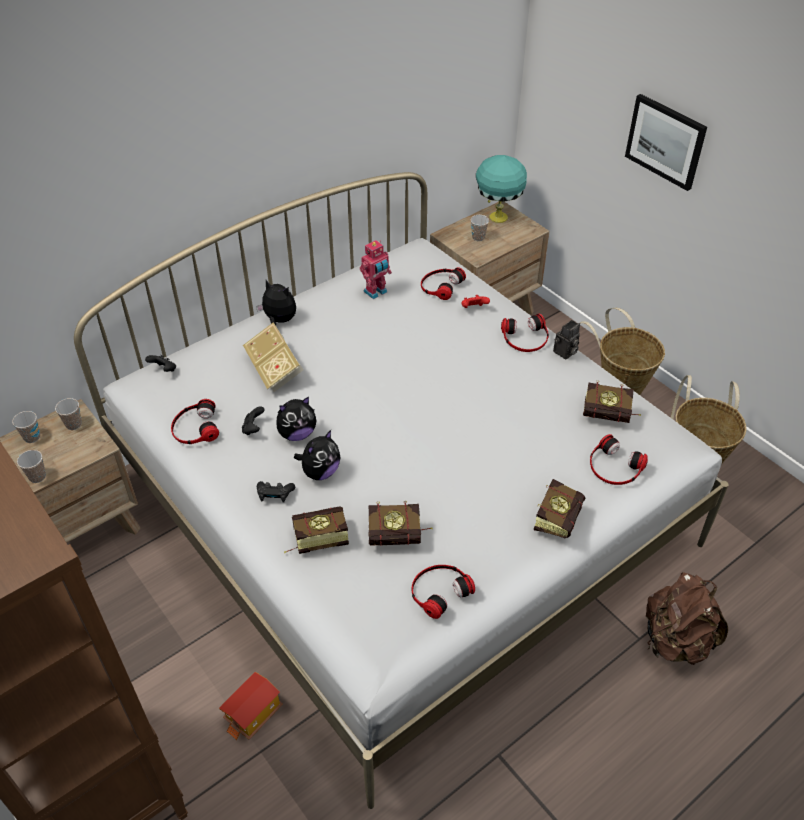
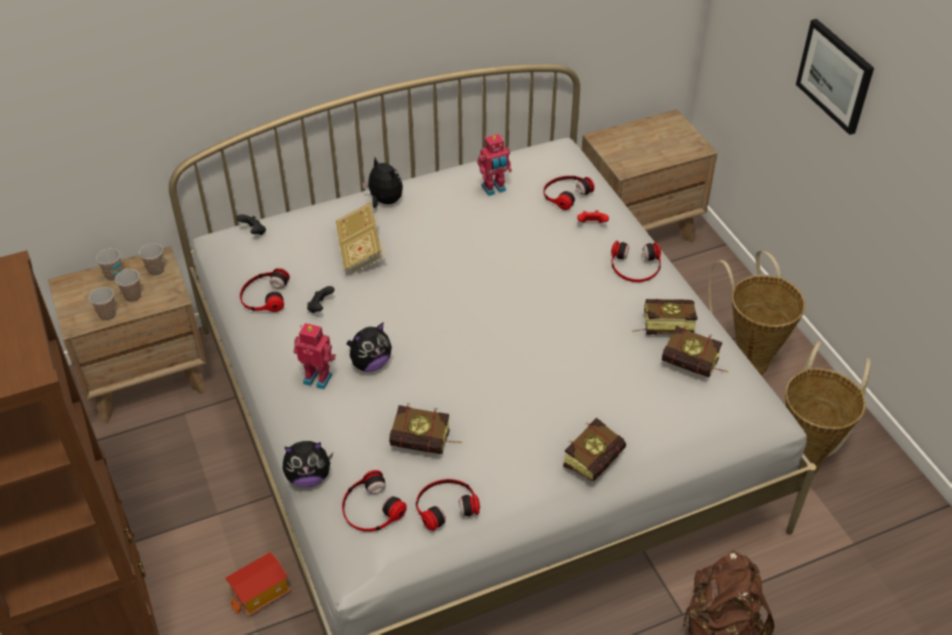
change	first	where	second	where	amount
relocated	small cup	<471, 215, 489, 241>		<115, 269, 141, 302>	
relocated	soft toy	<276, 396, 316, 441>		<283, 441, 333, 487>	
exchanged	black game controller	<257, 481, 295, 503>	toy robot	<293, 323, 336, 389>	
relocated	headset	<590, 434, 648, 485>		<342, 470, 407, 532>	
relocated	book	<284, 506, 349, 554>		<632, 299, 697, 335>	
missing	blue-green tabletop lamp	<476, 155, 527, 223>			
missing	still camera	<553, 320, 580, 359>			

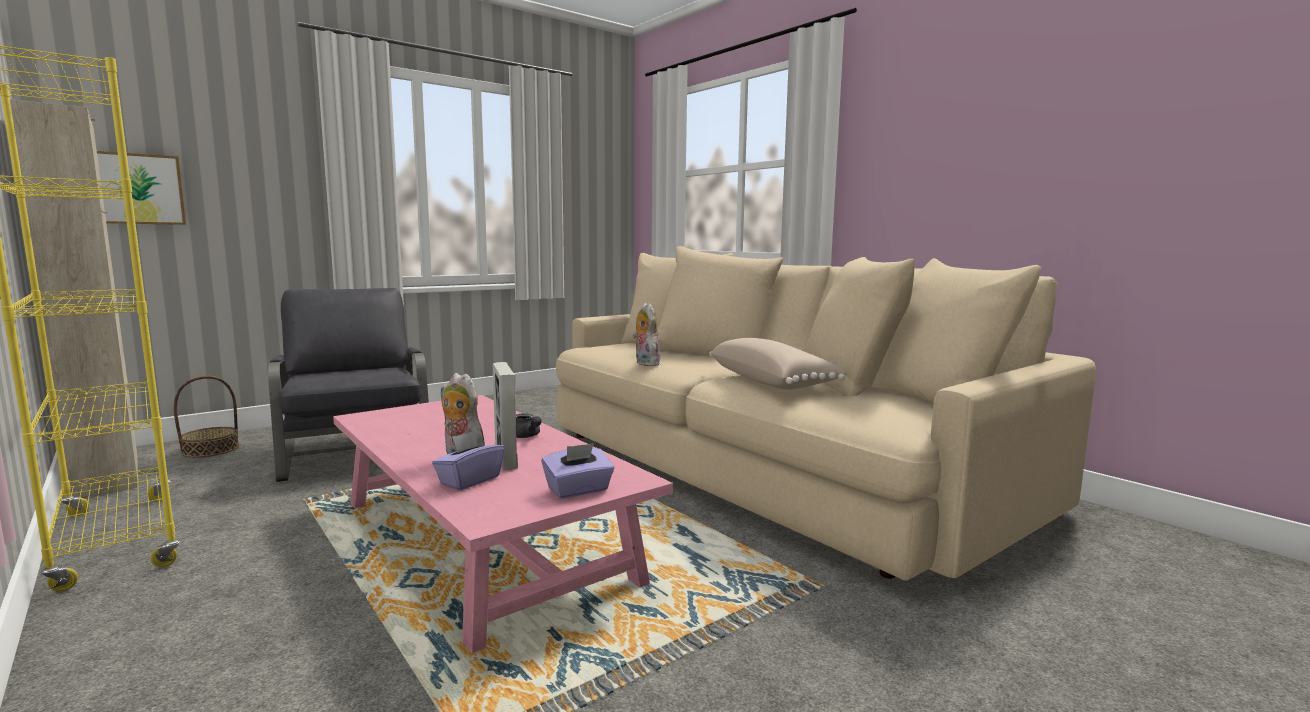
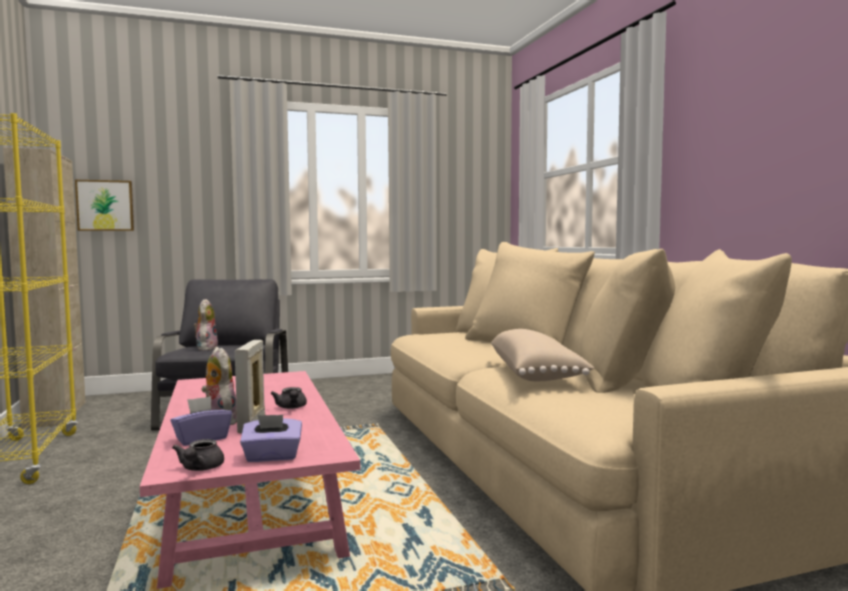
change	first	where	second	where	amount
appeared			grey tea pot	<172, 439, 224, 471>	
relocated	soft toy	<633, 303, 660, 366>		<193, 299, 218, 351>	
missing	household basket	<174, 376, 239, 458>			

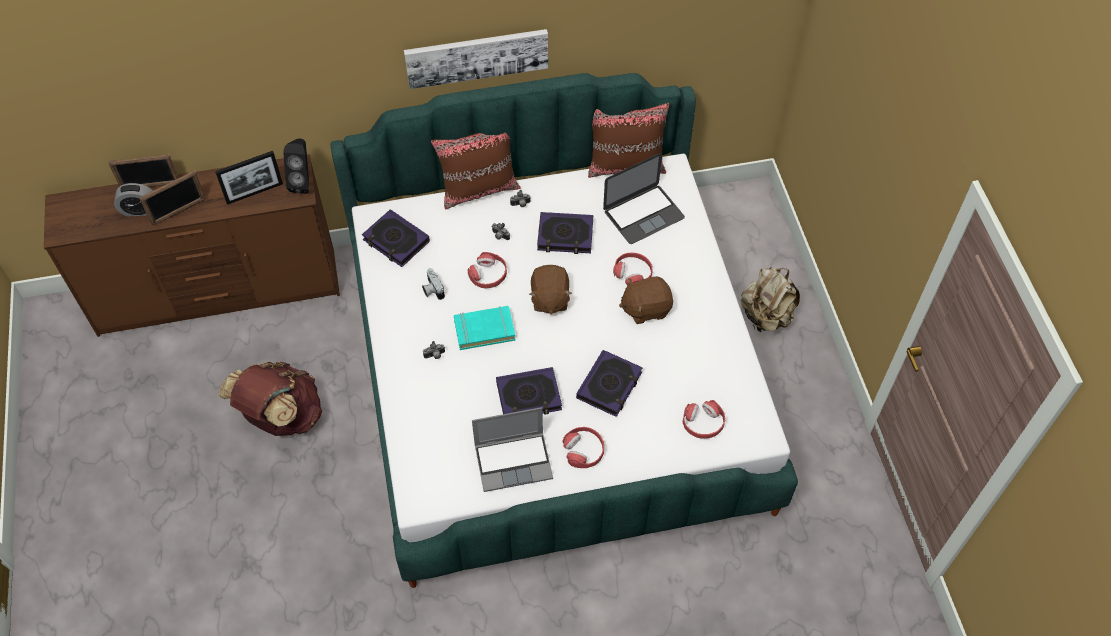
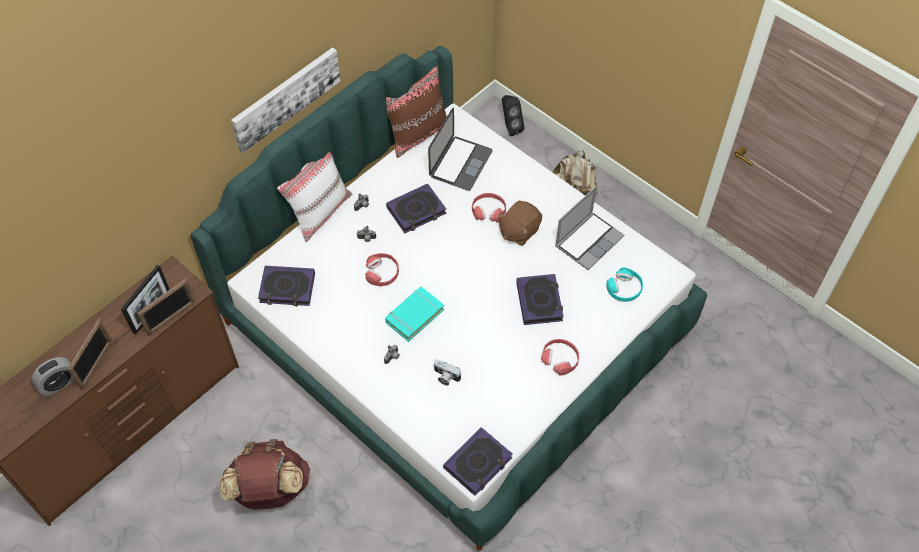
change	first	where	second	where	amount
relocated	photo frame	<108, 154, 179, 187>		<137, 279, 196, 336>	
colour	brown-coloured throw pillow	<431, 133, 521, 210>	white-coloured throw pillow	<277, 152, 352, 242>	
relocated	still camera	<422, 268, 445, 300>		<434, 359, 461, 386>	
relocated	book	<496, 367, 562, 415>		<443, 427, 513, 496>	
relocated	black speaker	<283, 138, 309, 194>		<502, 95, 525, 136>	
relocated	laptop	<472, 407, 553, 492>		<555, 186, 624, 270>	
colour	red headset	<683, 400, 725, 439>	blue-green headset	<606, 267, 643, 302>	
missing	brown-coloured soft toy	<529, 265, 572, 314>			

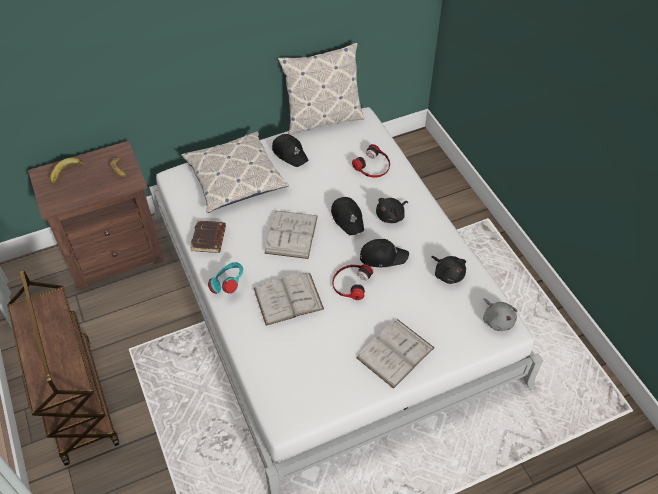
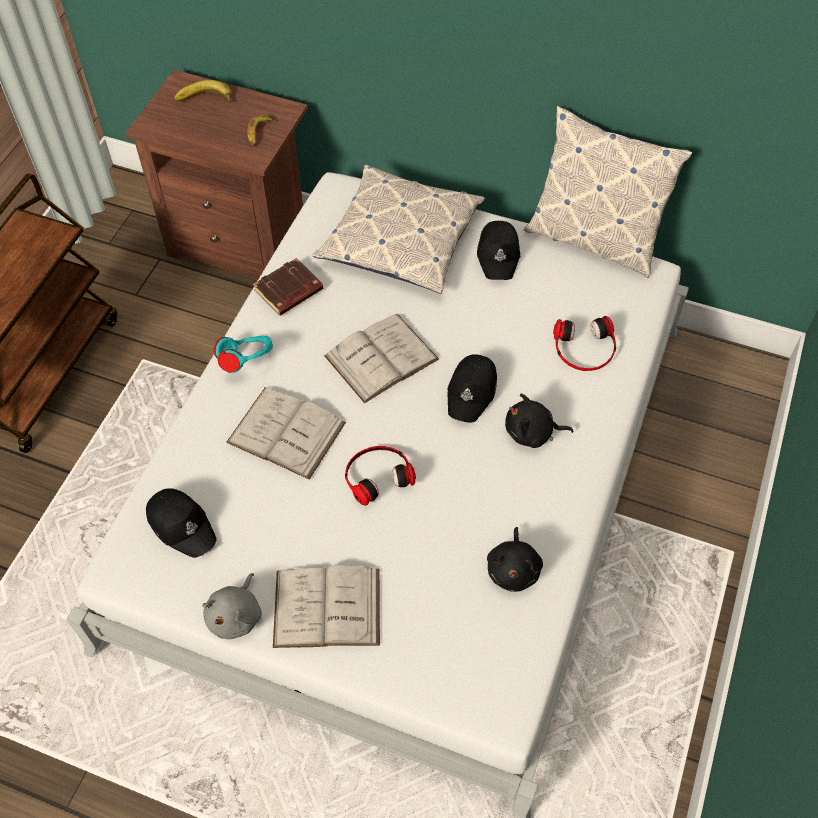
change	first	where	second	where	amount
relocated	black baseball cap	<360, 239, 409, 267>		<146, 488, 217, 558>	
relocated	grey soft toy	<483, 298, 518, 331>		<202, 573, 262, 639>	

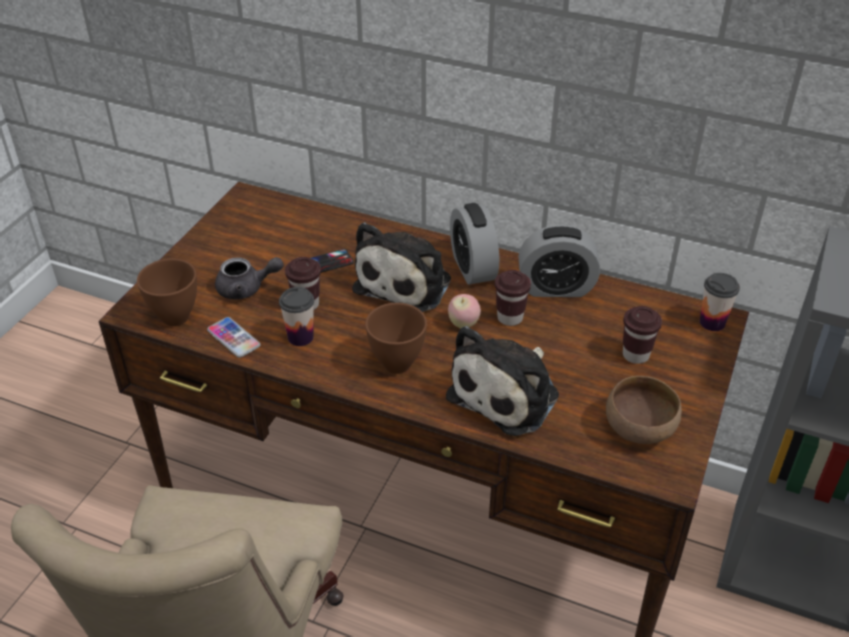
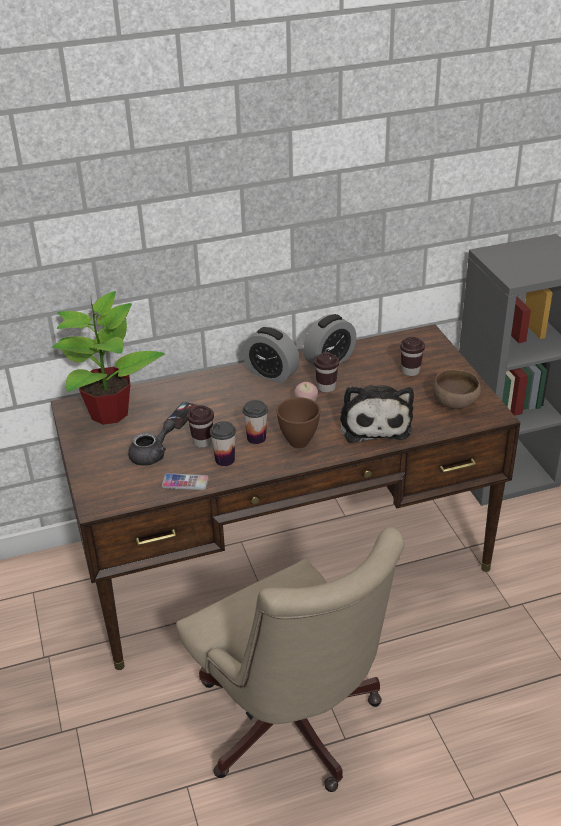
change	first	where	second	where	amount
appeared			potted plant	<52, 291, 165, 425>	
relocated	small cup	<700, 273, 740, 331>		<242, 400, 268, 444>	
missing	brown-coloured serving bowl	<137, 259, 197, 326>			
missing	soft toy	<352, 222, 451, 312>			

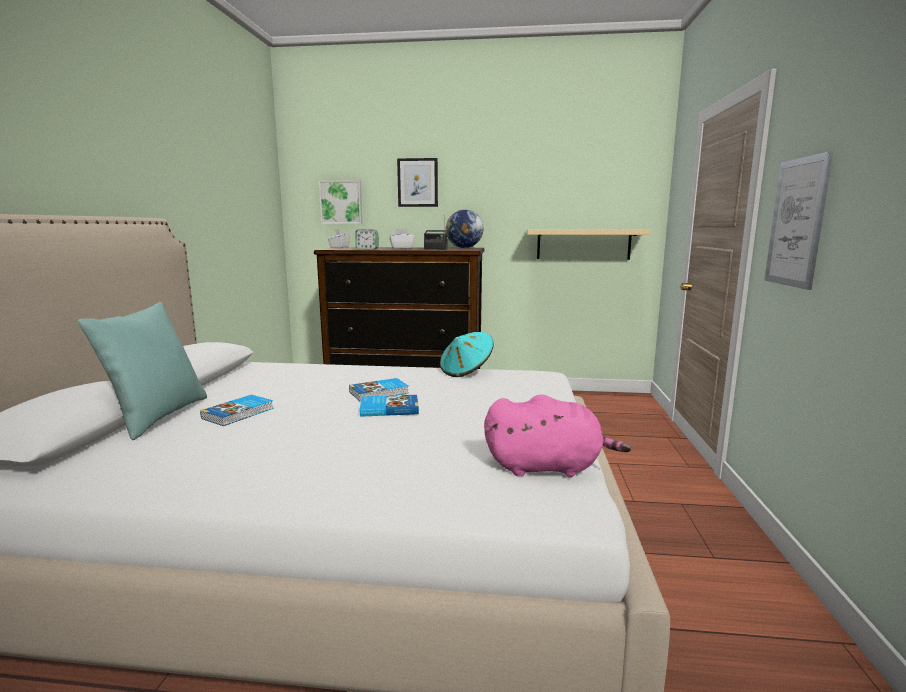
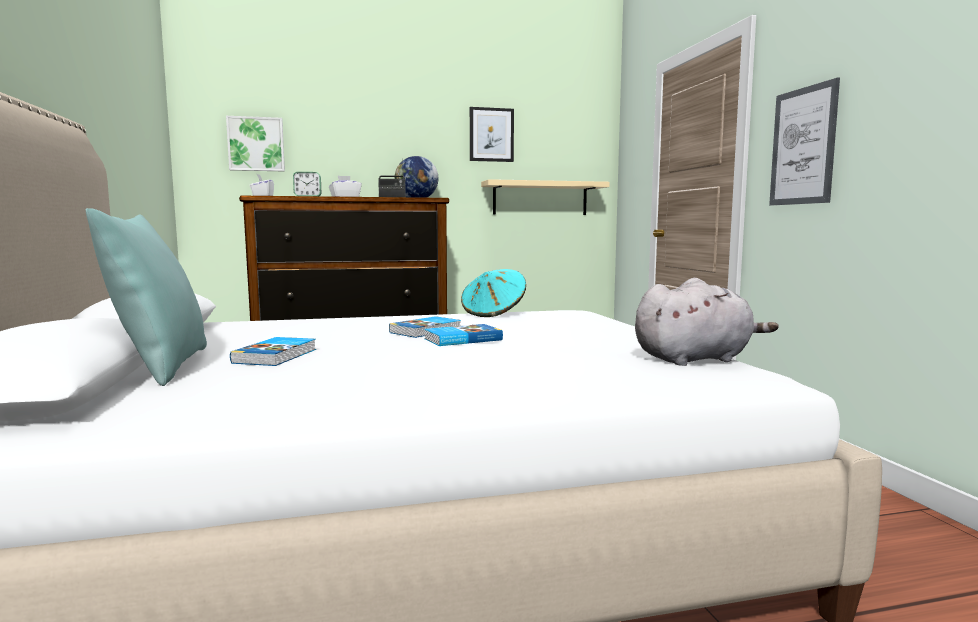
change	first	where	second	where	amount
relocated	picture	<397, 158, 438, 207>		<470, 107, 514, 162>	
colour	pink-coloured soft toy	<484, 394, 631, 477>	grey soft toy	<635, 278, 778, 366>	

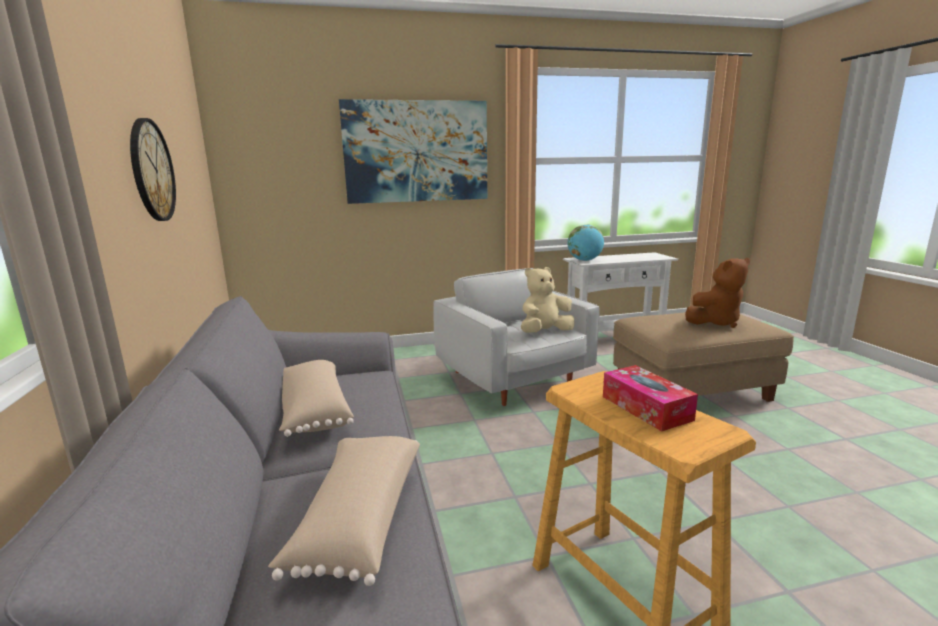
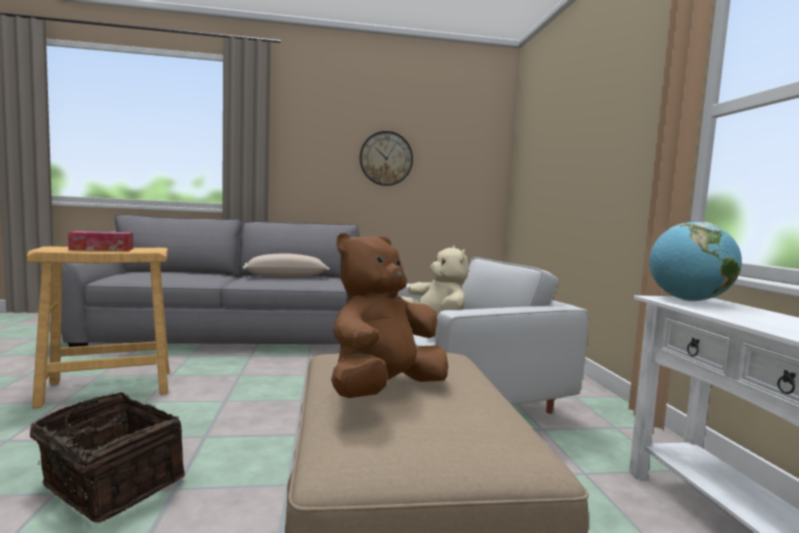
change	first	where	second	where	amount
appeared			household basket	<30, 392, 185, 523>	
spun	brown-coloured soft toy	<685, 258, 750, 328>		<331, 233, 448, 398>	60 degrees clockwise
missing	sand-coloured throw pillow	<268, 436, 420, 586>			
missing	picture	<339, 99, 487, 204>			

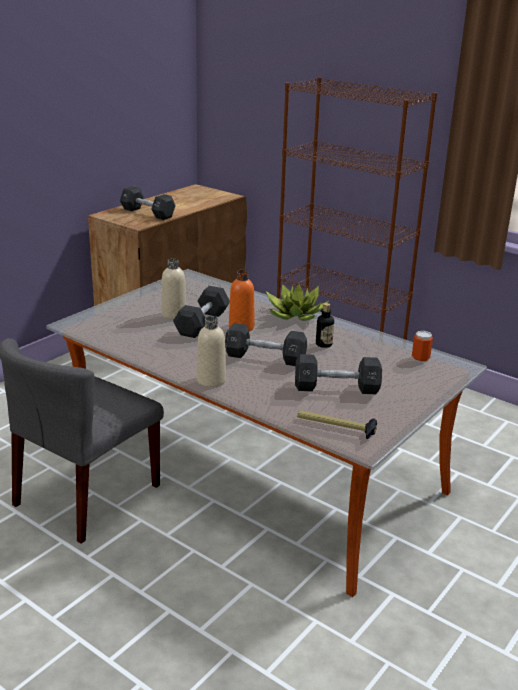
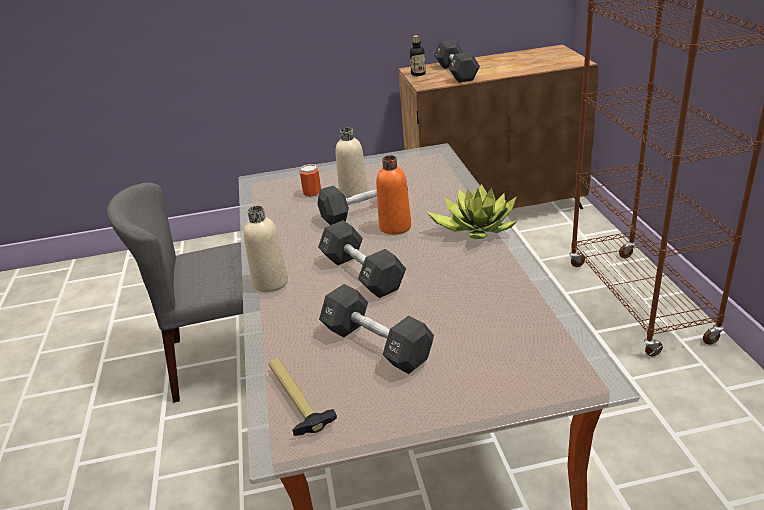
change	first	where	second	where	amount
relocated	metal can	<412, 331, 433, 362>		<300, 164, 321, 197>	
relocated	drink bottle	<316, 303, 334, 348>		<410, 35, 426, 76>	

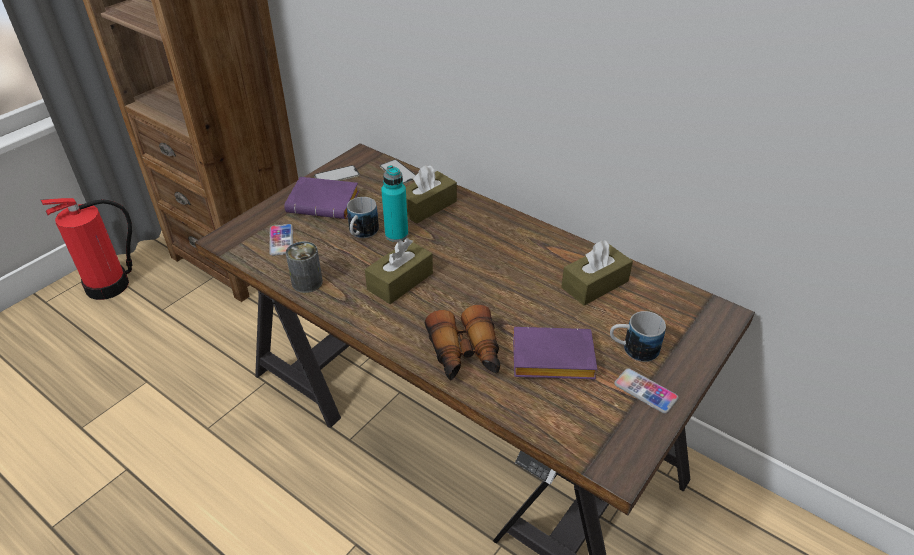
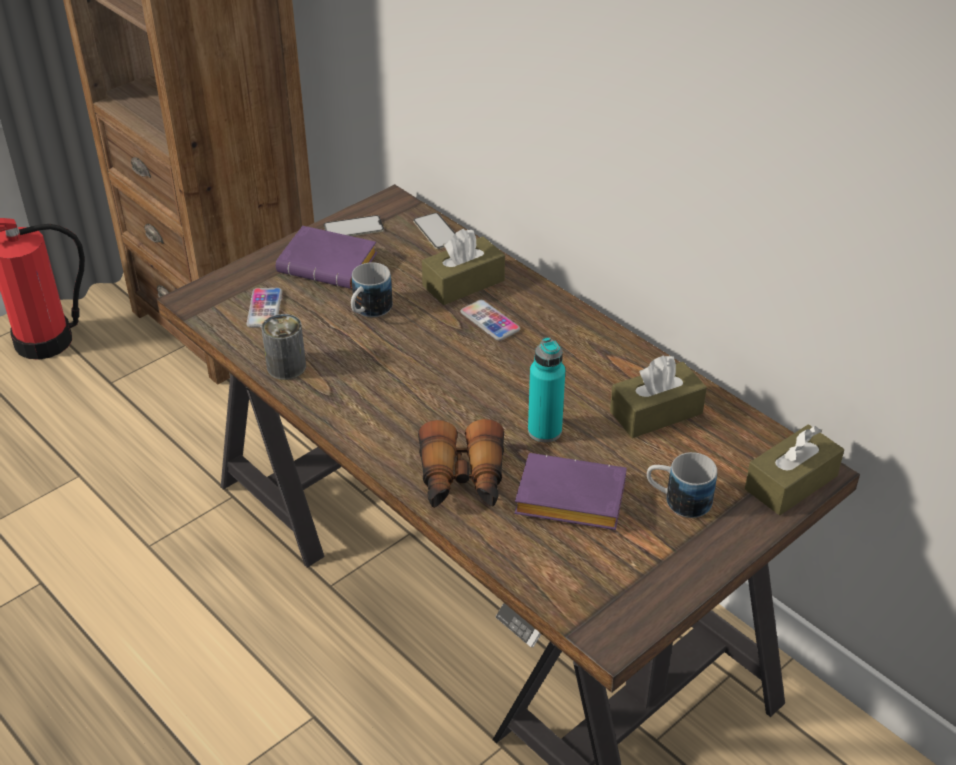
change	first	where	second	where	amount
relocated	handset	<614, 368, 679, 414>		<461, 300, 520, 341>	
relocated	blue-green drink bottle	<381, 165, 408, 242>		<528, 337, 565, 442>	
relocated	brown-coloured box of tissues	<365, 238, 433, 304>		<745, 424, 844, 515>	

